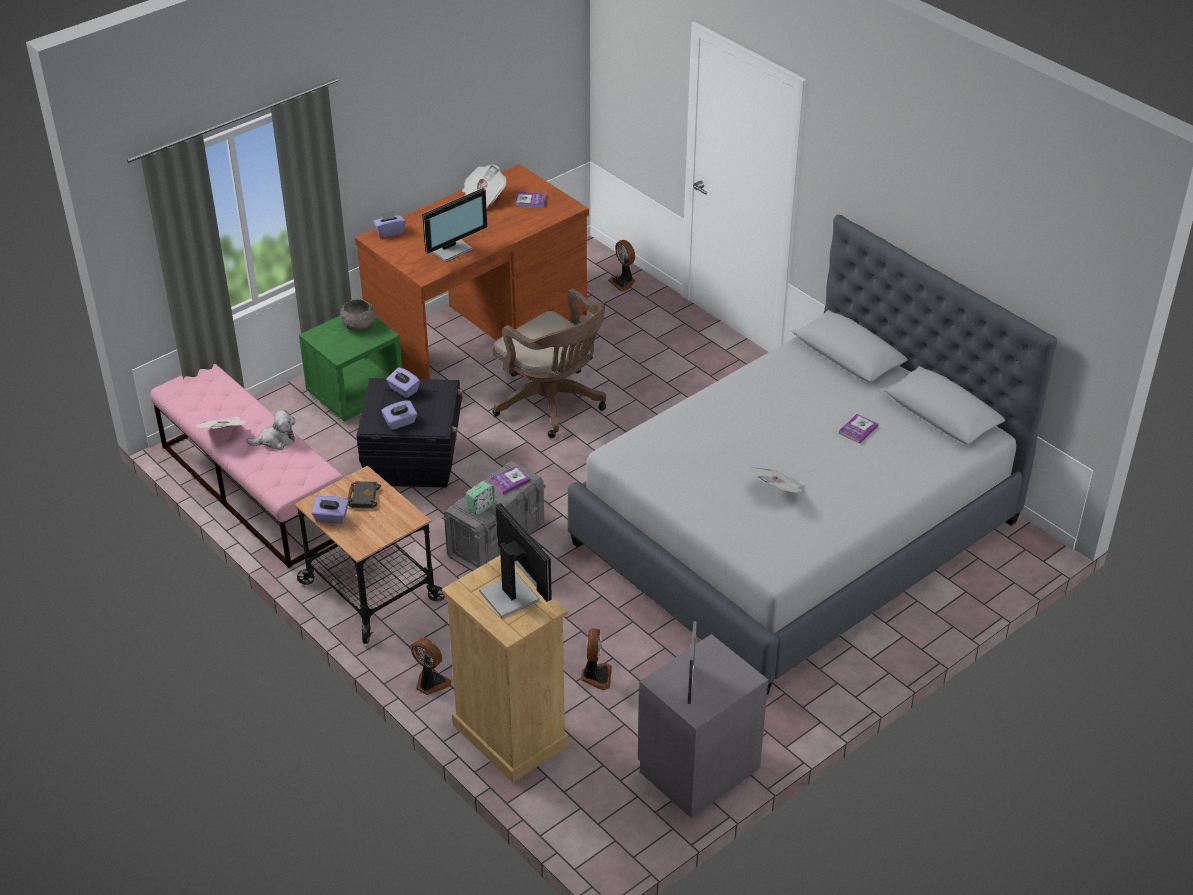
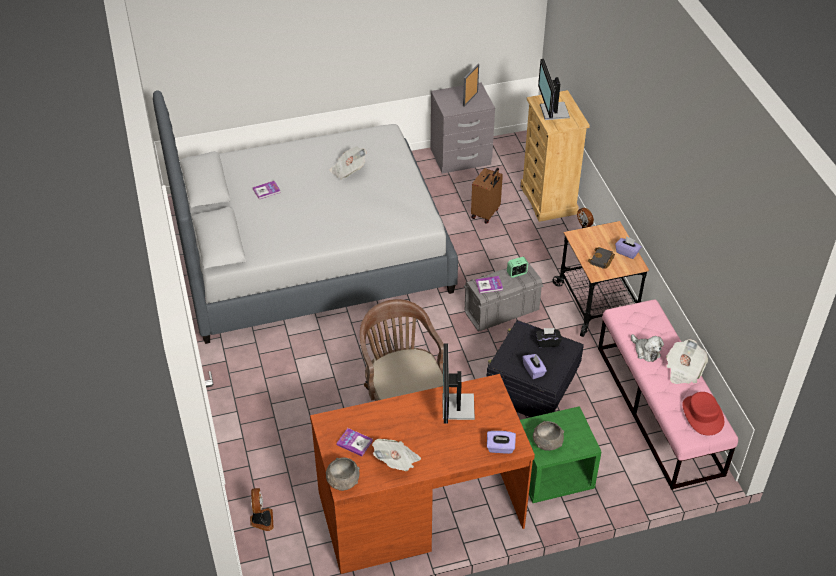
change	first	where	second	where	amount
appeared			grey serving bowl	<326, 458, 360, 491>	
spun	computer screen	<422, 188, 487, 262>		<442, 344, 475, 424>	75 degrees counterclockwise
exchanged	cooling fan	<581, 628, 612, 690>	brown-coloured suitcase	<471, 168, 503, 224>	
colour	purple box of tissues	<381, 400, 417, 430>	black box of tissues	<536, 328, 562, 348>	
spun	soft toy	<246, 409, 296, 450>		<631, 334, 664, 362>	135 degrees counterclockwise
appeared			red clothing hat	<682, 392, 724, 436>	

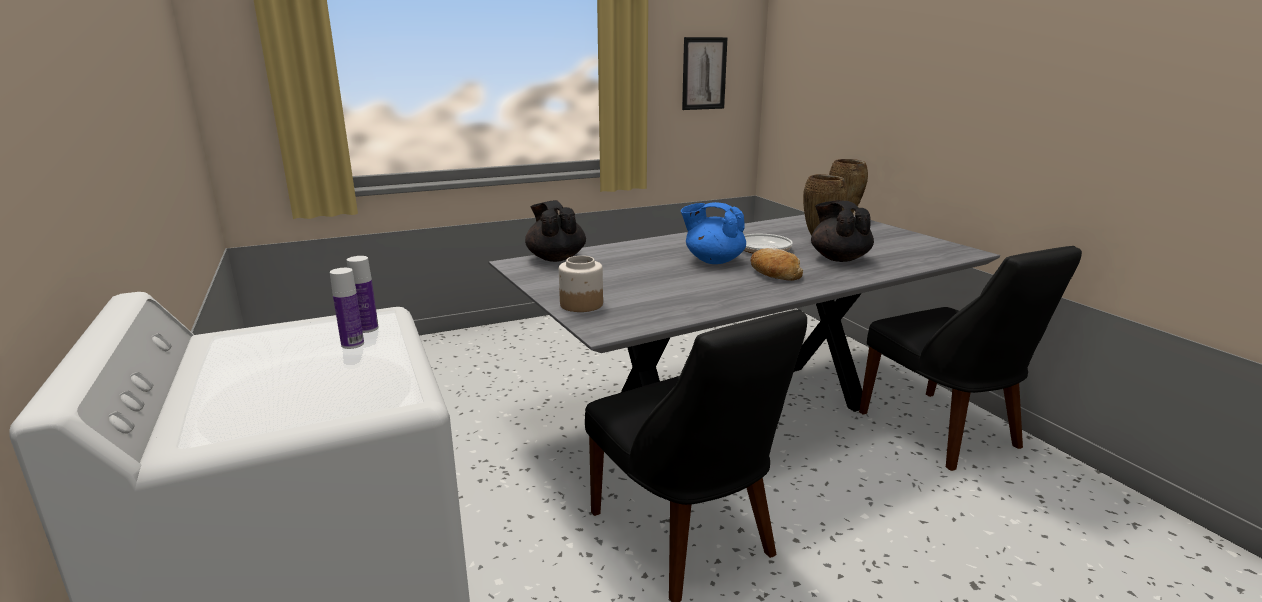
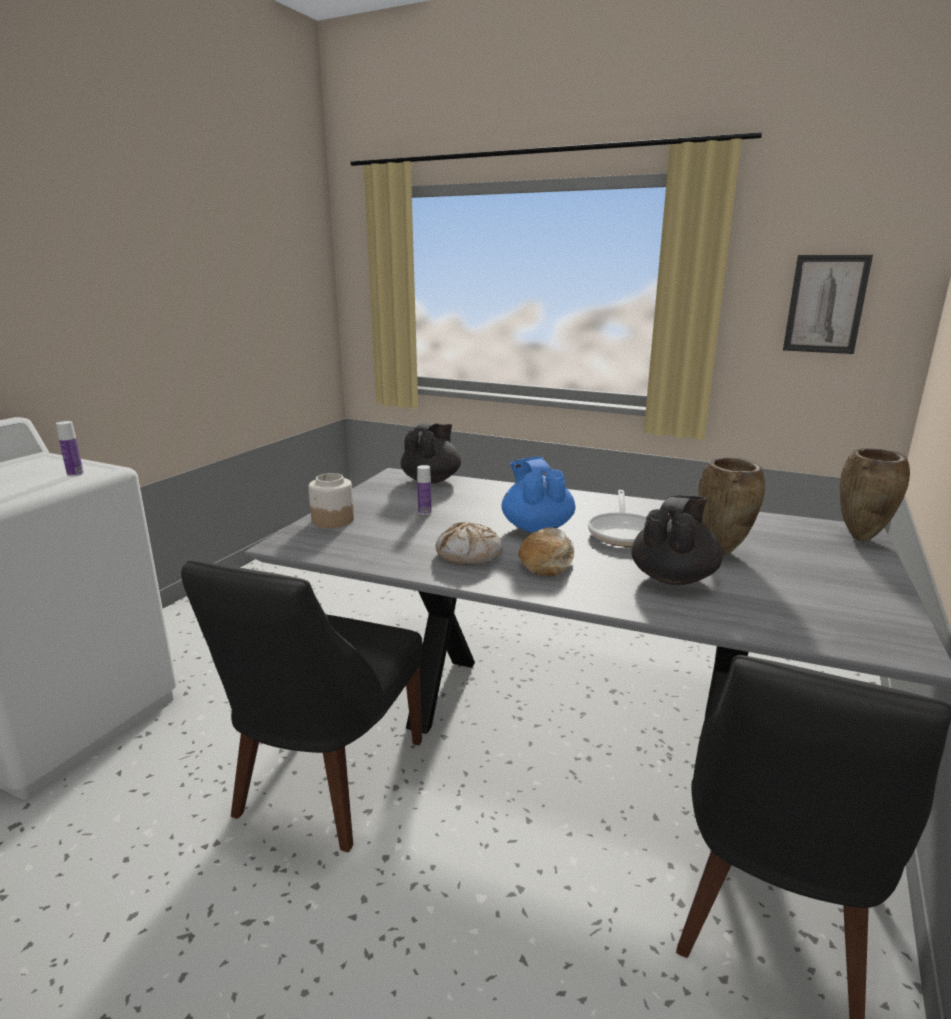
change	first	where	second	where	amount
relocated	drink bottle	<330, 268, 364, 349>		<417, 465, 432, 515>	
appeared			baked bread	<435, 522, 503, 564>	

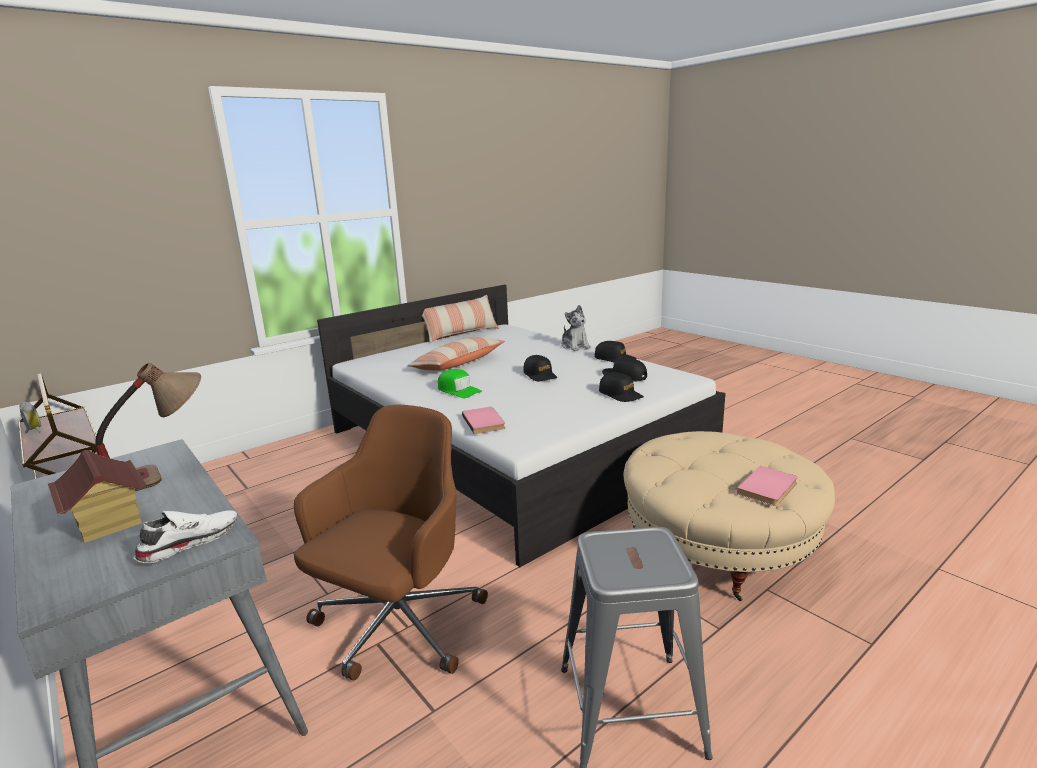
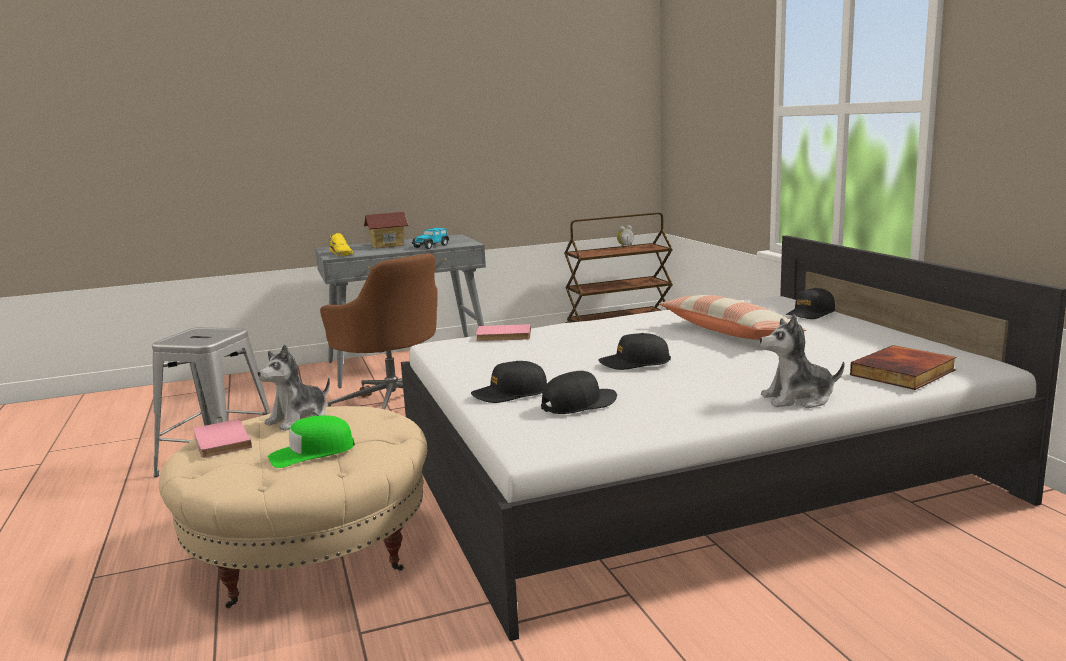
change	first	where	second	where	amount
appeared			soft toy	<257, 345, 330, 431>	
relocated	green baseball cap	<438, 369, 482, 398>		<268, 415, 355, 468>	
colour	white-coloured item of footwear	<133, 510, 237, 563>	yellowish item of footwear	<330, 233, 354, 256>	
exchanged	tabletop lamp	<95, 363, 201, 491>	toy car	<412, 228, 449, 249>	
relocated	black baseball cap	<595, 341, 636, 363>		<786, 288, 835, 319>	
appeared			book	<850, 345, 956, 390>	
missing	throw pillow	<422, 295, 499, 343>			

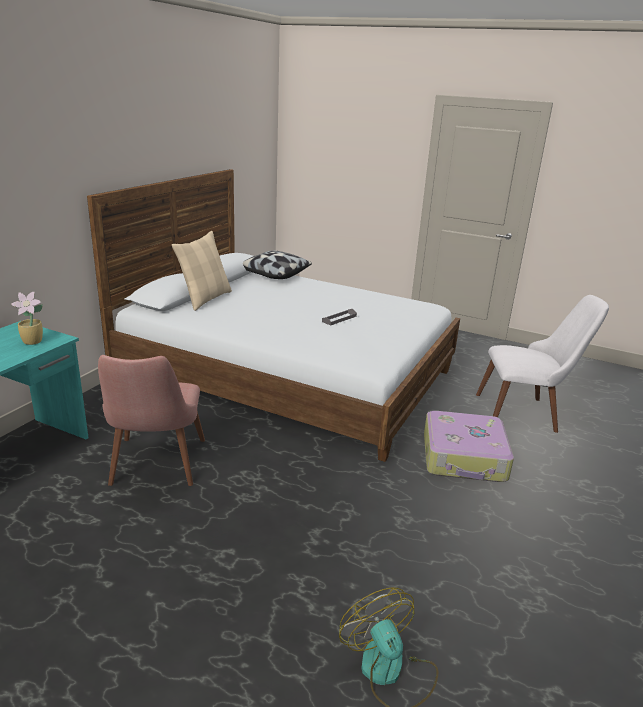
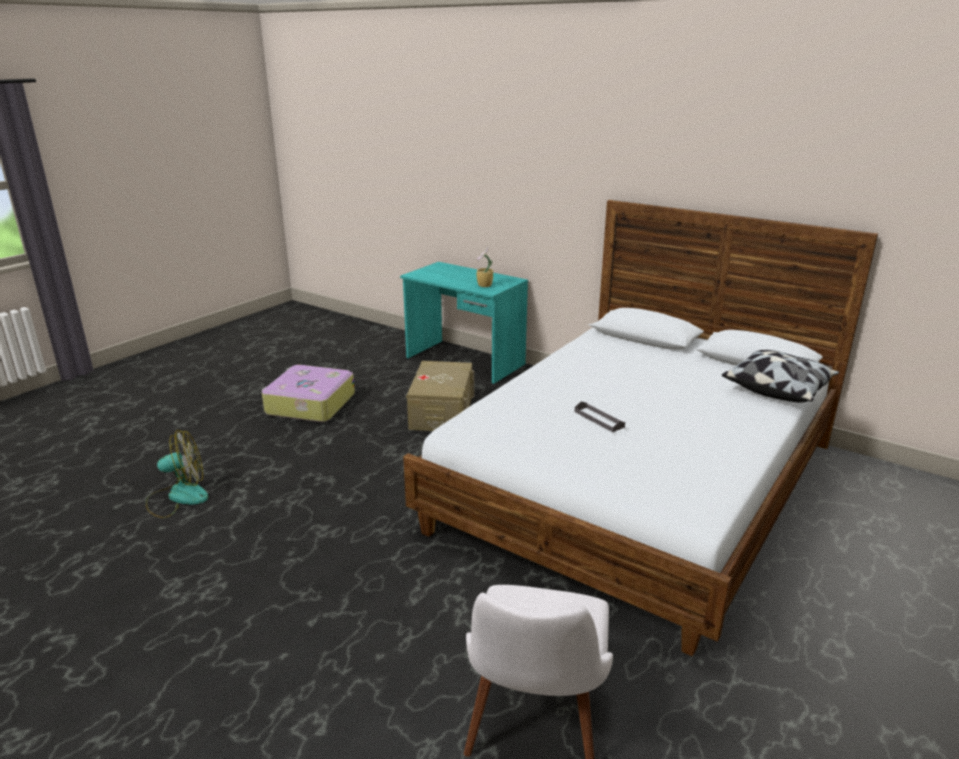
change	first	where	second	where	amount
relocated	suitcase	<424, 411, 514, 482>		<262, 365, 355, 422>	
exchanged	pink-coloured plain chair	<98, 355, 205, 486>	sand-coloured storage bin	<406, 361, 474, 431>	
missing	sand-coloured throw pillow	<172, 231, 232, 311>			

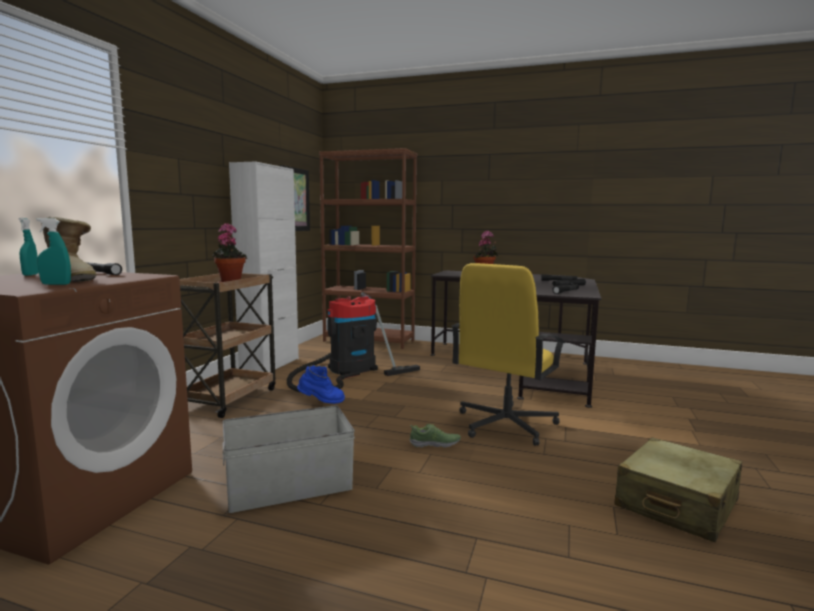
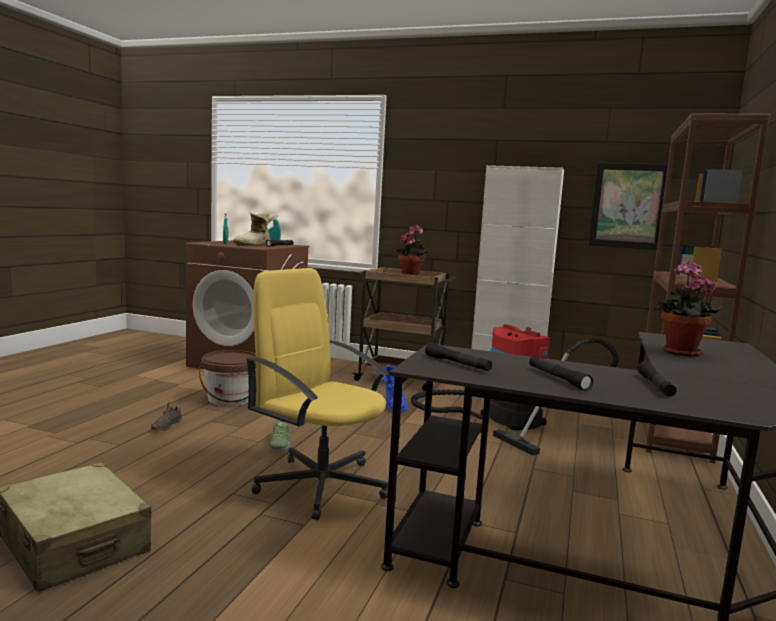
change	first	where	second	where	amount
appeared			black item of footwear	<151, 402, 182, 431>	
exchanged	grey storage bin	<222, 405, 355, 513>	brown-coloured water bucket	<199, 350, 256, 406>	

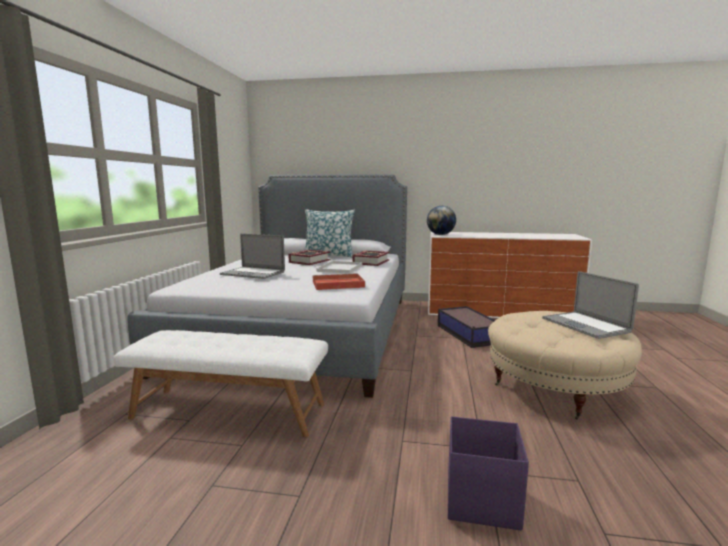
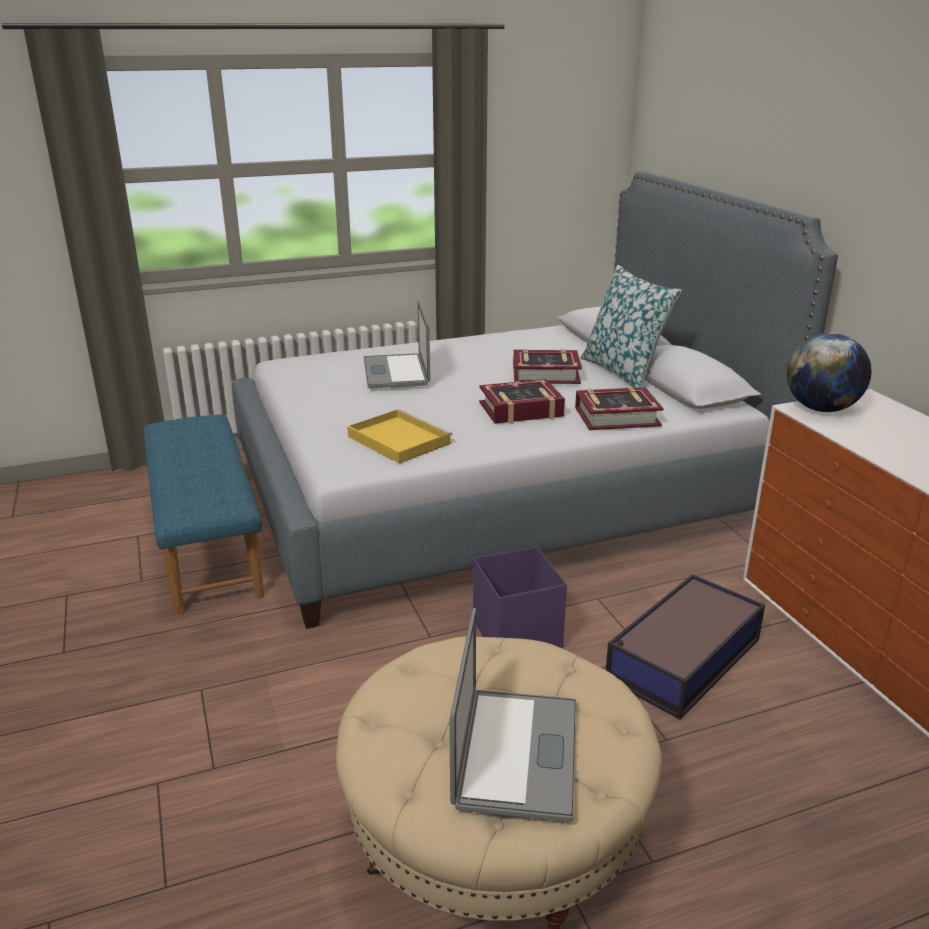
change	first	where	second	where	amount
colour	white-coloured bench	<113, 330, 328, 437>	blue bench	<143, 415, 264, 615>	
colour	red tray	<313, 273, 365, 290>	yellowish tray	<347, 409, 453, 463>	
spun	laptop	<542, 271, 639, 339>		<449, 608, 576, 822>	150 degrees clockwise
relocated	purple storage bin	<448, 416, 529, 530>		<473, 546, 567, 648>	
exchanged	white-coloured tray	<317, 261, 362, 274>	book	<479, 379, 565, 424>	

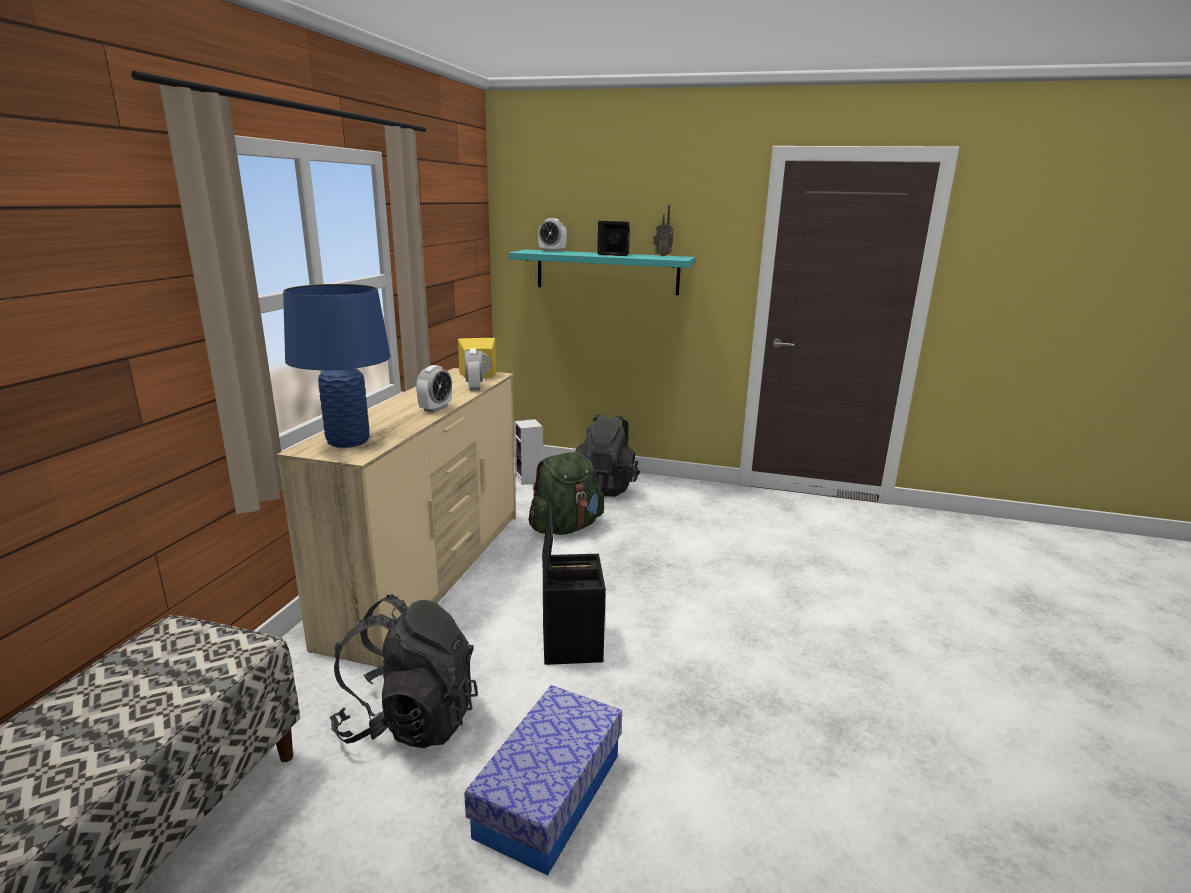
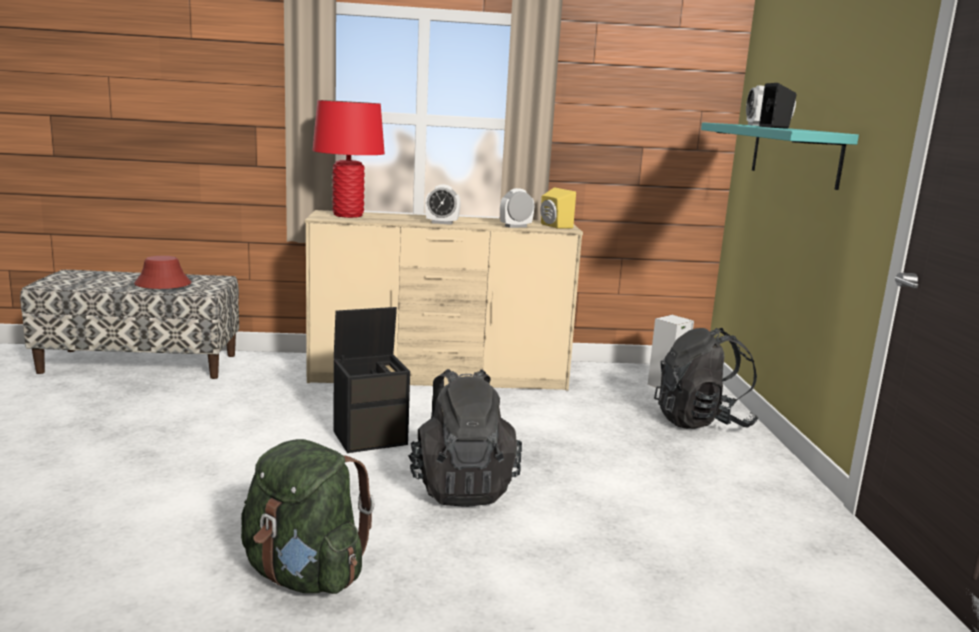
change	first	where	second	where	amount
appeared			red clothing hat	<134, 256, 191, 289>	
relocated	green backpack	<528, 452, 604, 535>		<241, 439, 375, 594>	
colour	blue tabletop lamp	<283, 284, 390, 448>	red tabletop lamp	<312, 100, 385, 218>	
relocated	black backpack	<330, 594, 478, 748>		<408, 369, 522, 507>	
missing	storage bin	<464, 685, 622, 876>			
missing	radio set	<653, 205, 674, 256>			

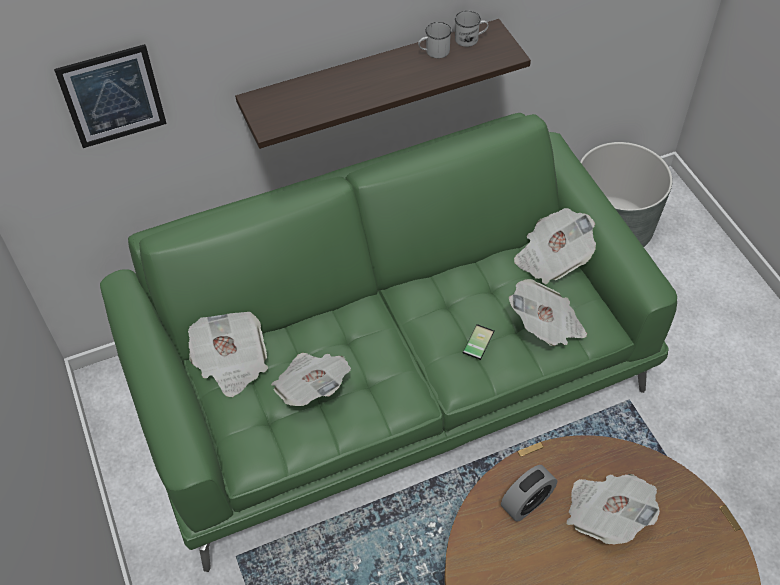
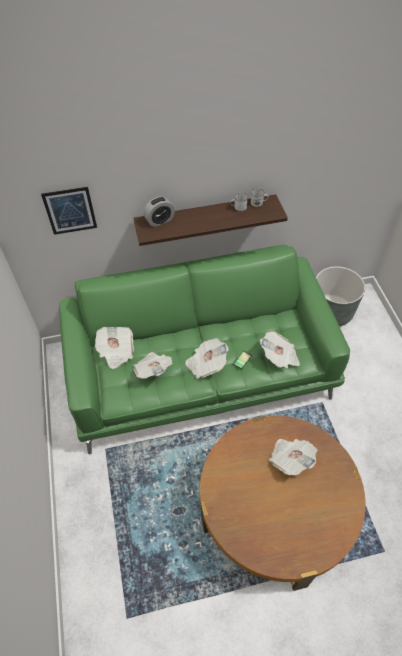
change	first	where	second	where	amount
relocated	bedside clock	<501, 465, 557, 522>		<144, 197, 175, 227>	
relocated	newspaper	<514, 208, 596, 284>		<185, 338, 229, 379>	

